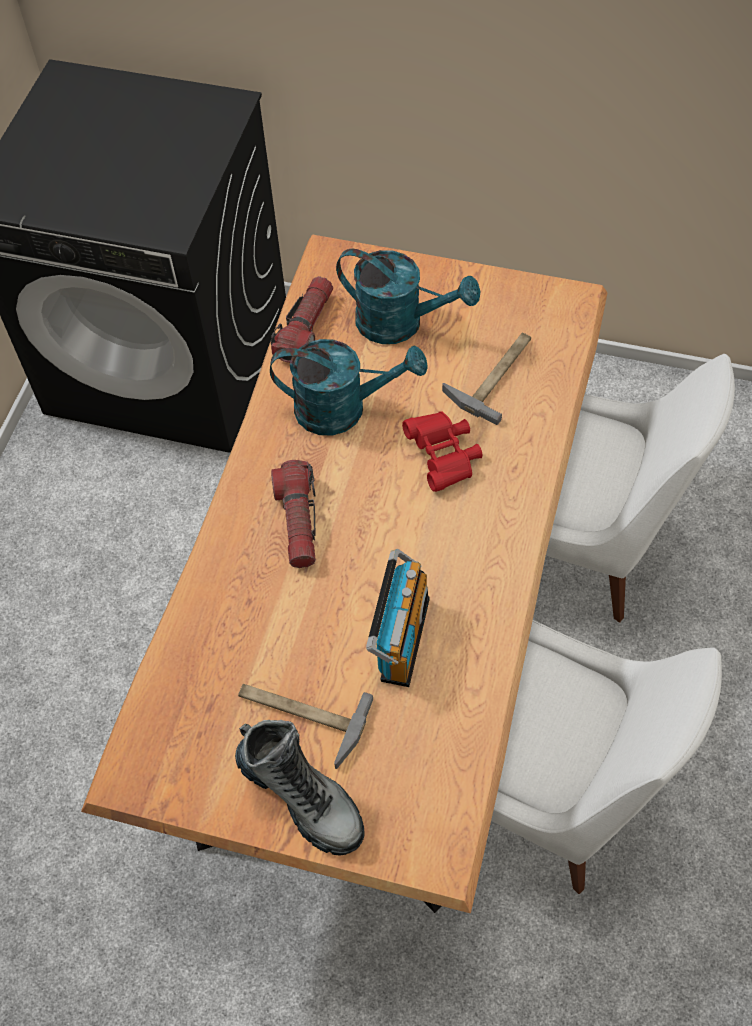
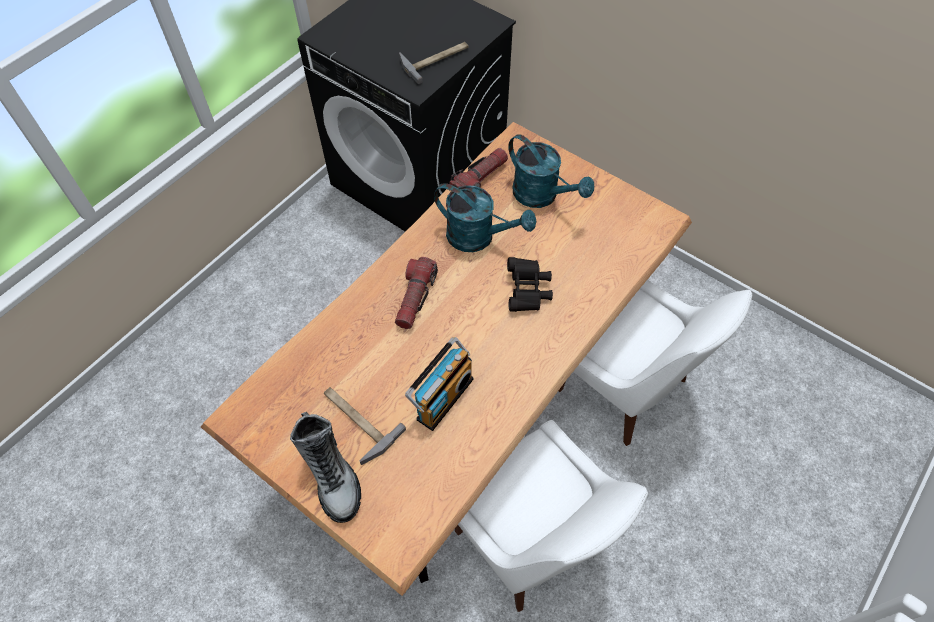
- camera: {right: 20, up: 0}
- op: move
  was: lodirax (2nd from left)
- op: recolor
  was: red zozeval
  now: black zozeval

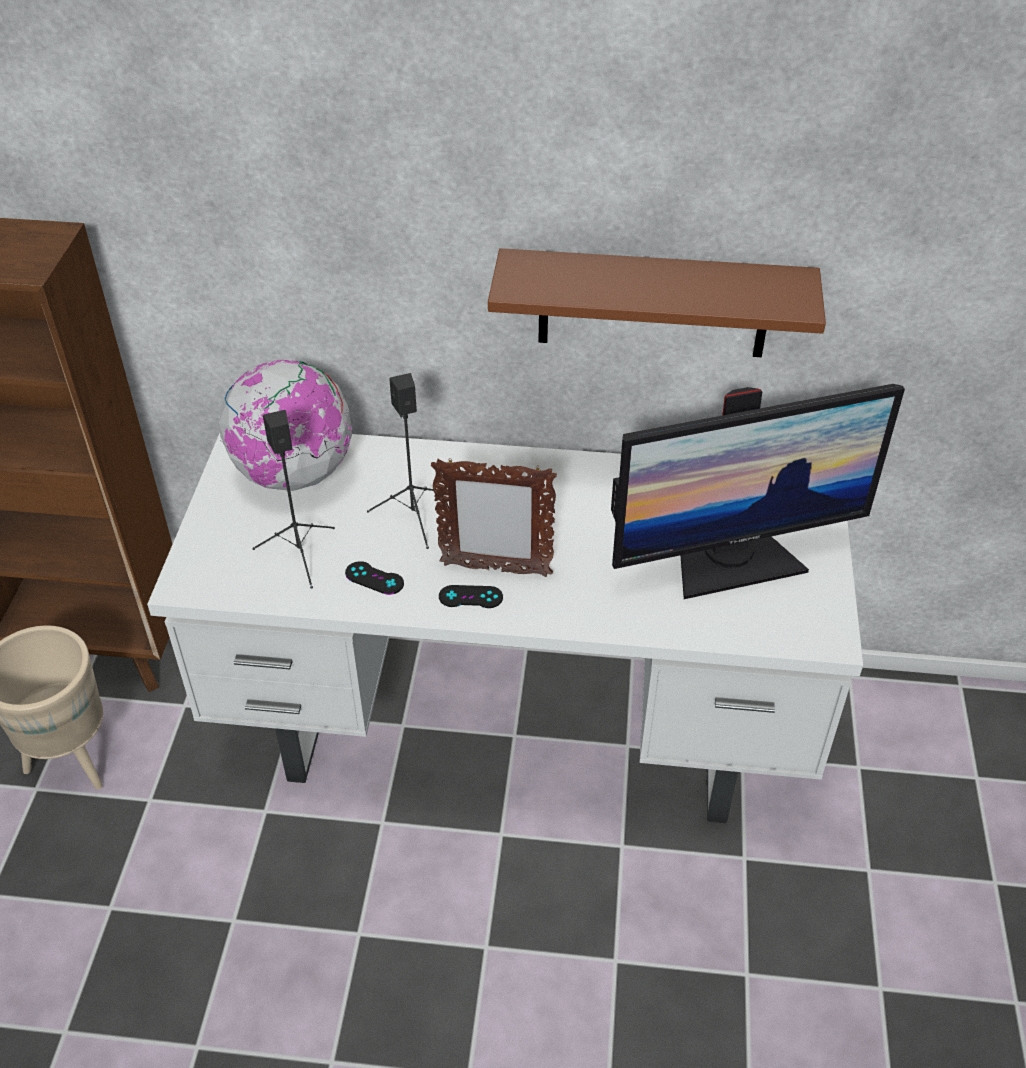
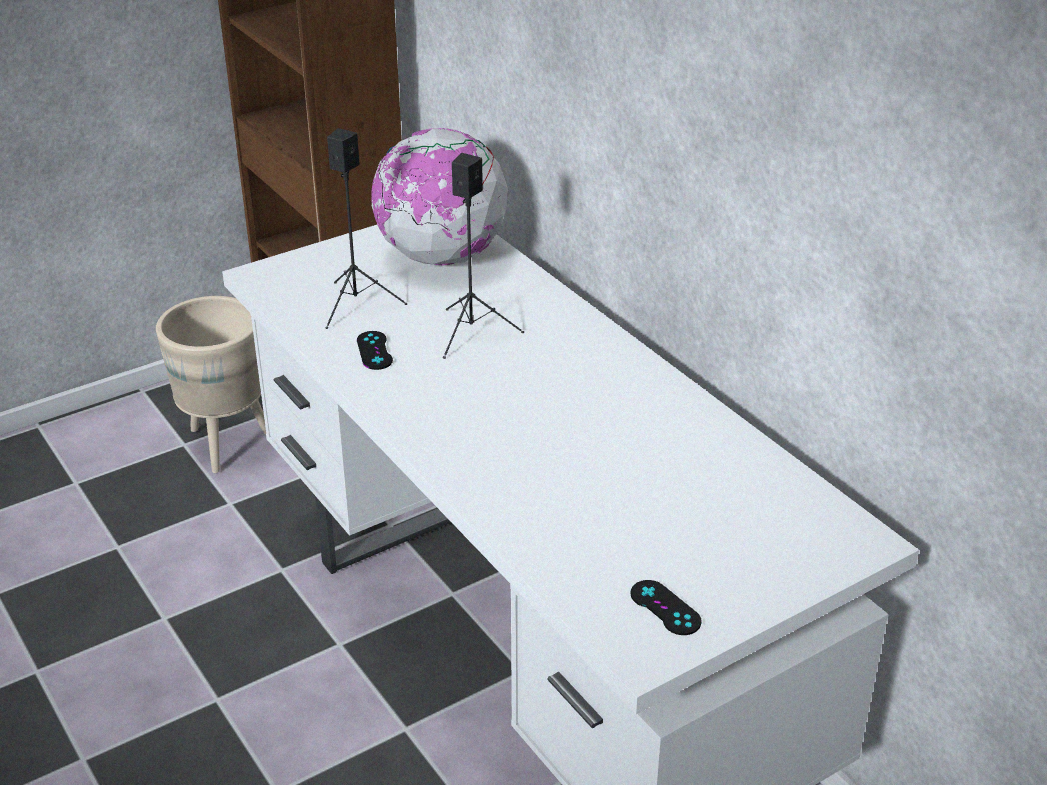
- camera: {right: 50, up: -10}
- op: delete
  was: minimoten
- op: delete
  was: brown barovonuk
- op: delete
  was: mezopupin
- op: move
  was: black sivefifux (2nd from left)

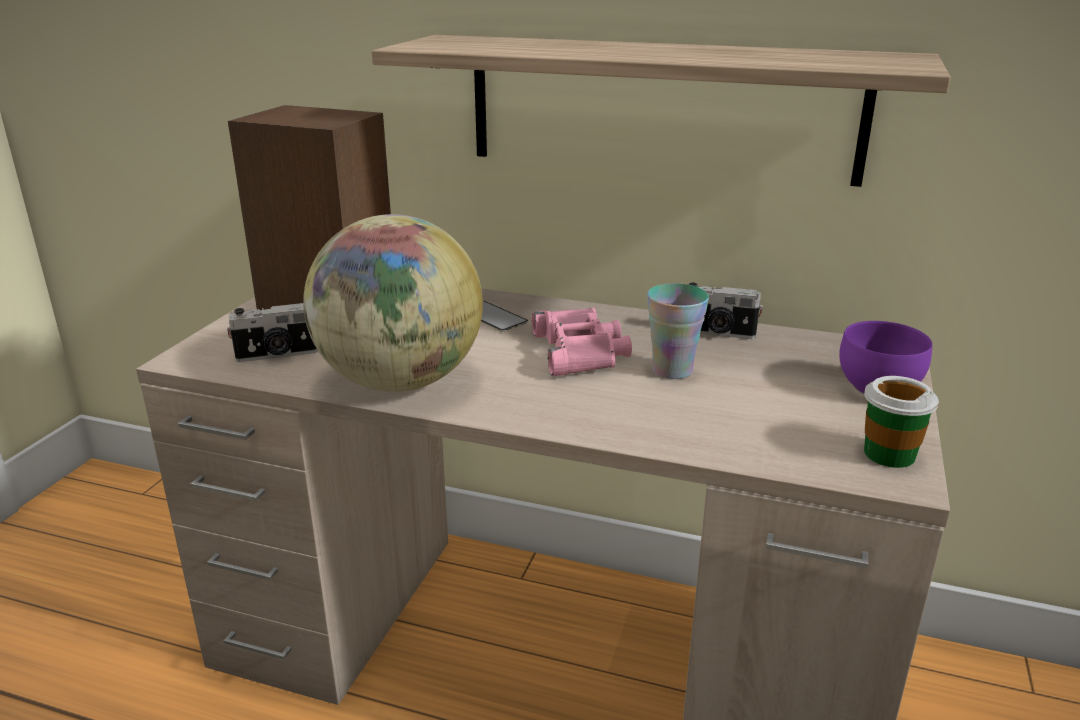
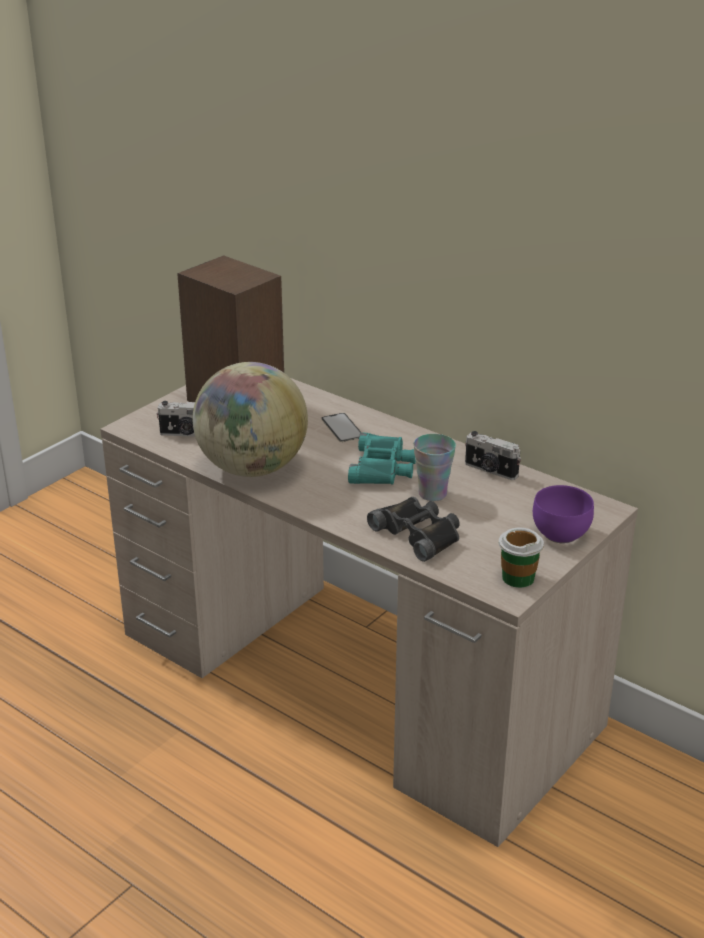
- camera: {right: 20, up: 5}
- op: delete
  was: barovonuk
- op: insert
  now: black zozeval
- op: recolor
  was: pink zozeval
  now: turquoise zozeval

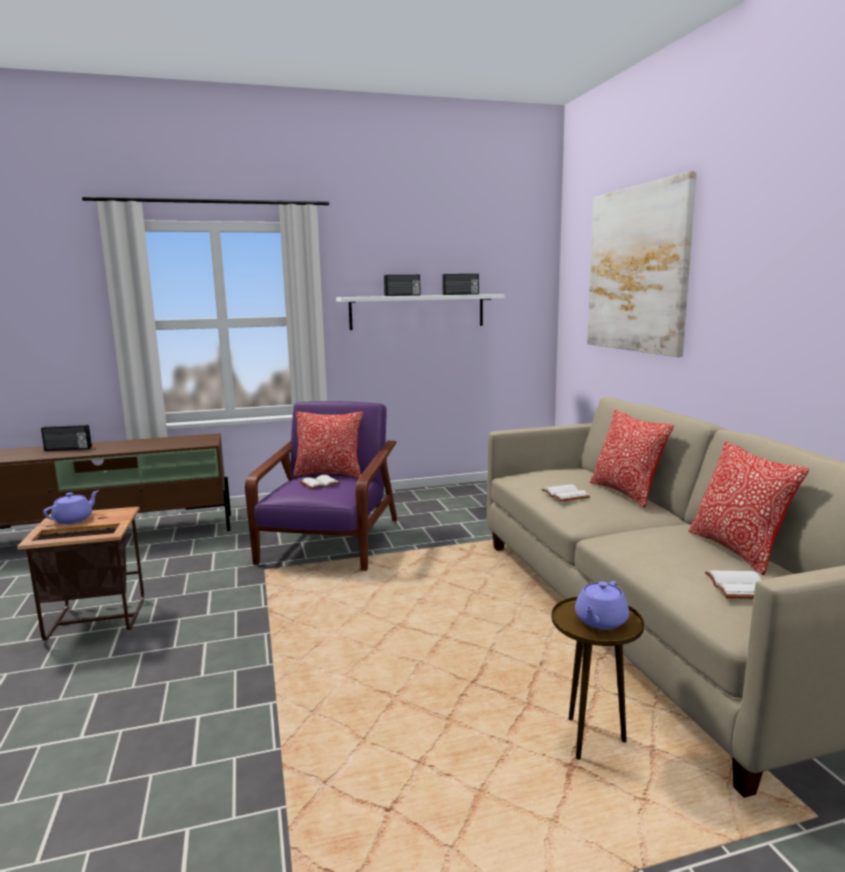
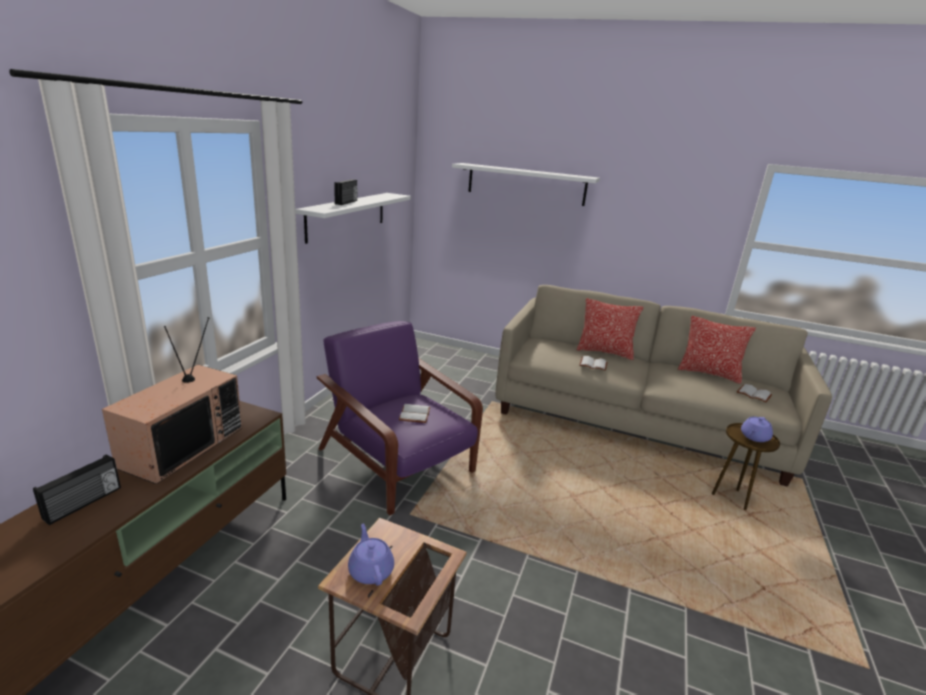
- camera: {right: -55, up: 10}
- op: delete
  was: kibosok (1st from left)
- op: delete
  was: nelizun (3rd from left)
- op: insert
  now: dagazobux
- op: replace
  was: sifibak
  now: white barovonuk (2nd from left)
- op: rotate
  was: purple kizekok (2nd from left)
  clockwise: 60

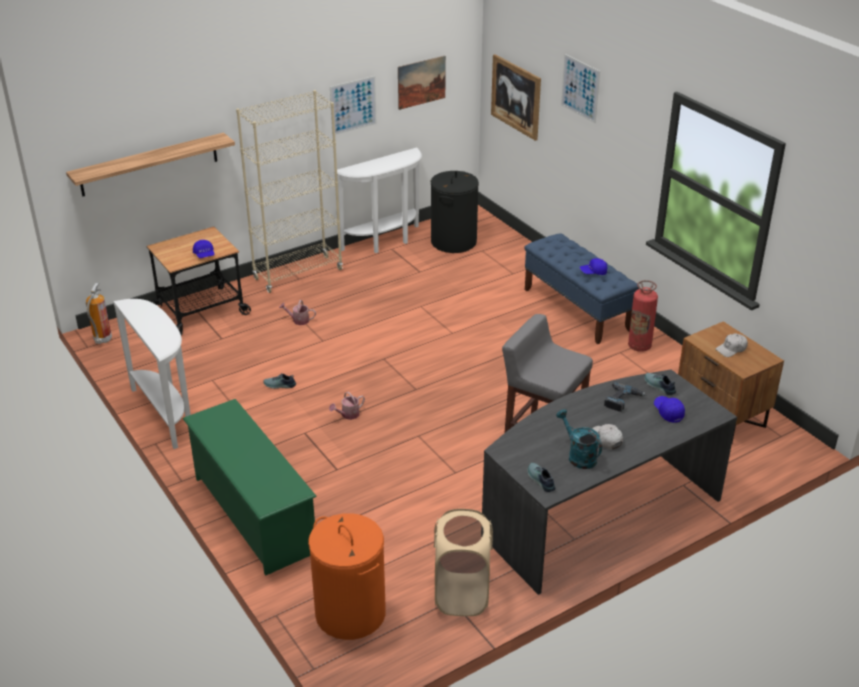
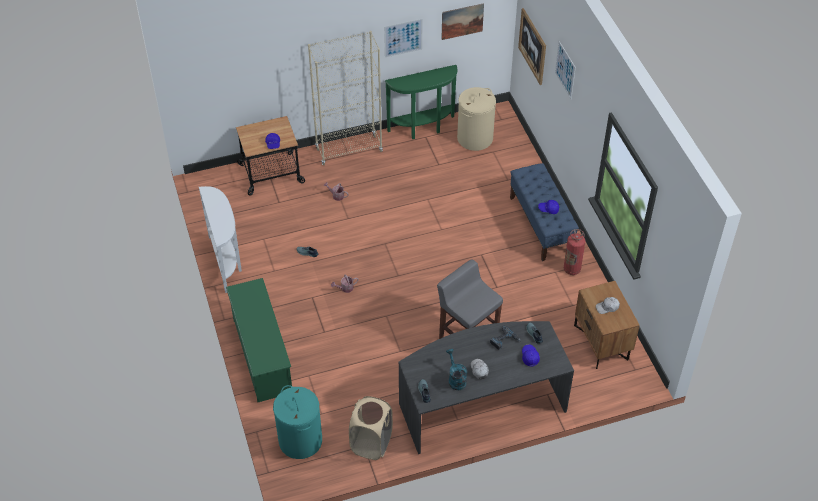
- camera: {right: 15, up: 15}
- op: delete
  was: barovonuk
- op: delete
  was: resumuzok (1st from left)
- op: recolor
  was: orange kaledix
  now: turquoise kaledix
- op: recolor
  was: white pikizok (2nd from left)
  now: green pikizok
- op: recolor
  was: black kaledix
  now: beige kaledix (2nd from left)

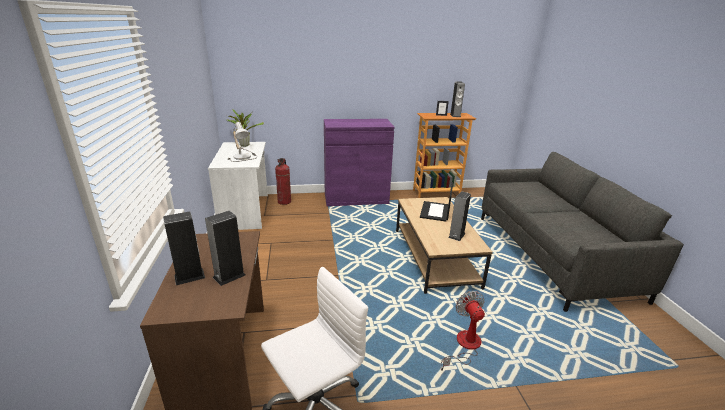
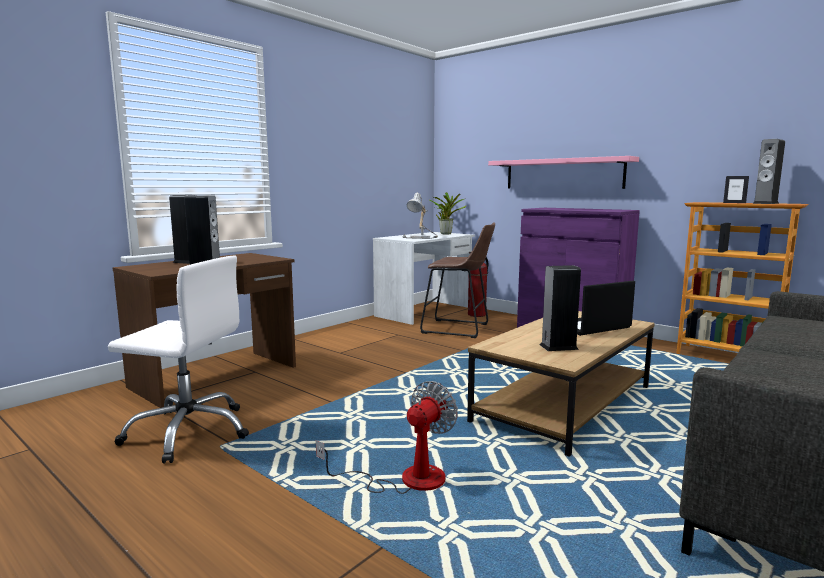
- camera: {right: 50, up: -15}
- op: insert
  now: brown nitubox
- op: insert
  now: pink barovonuk

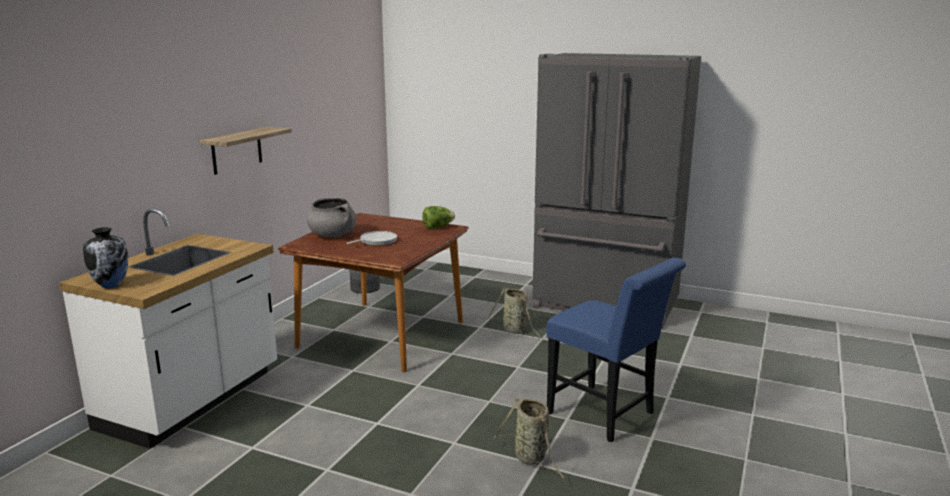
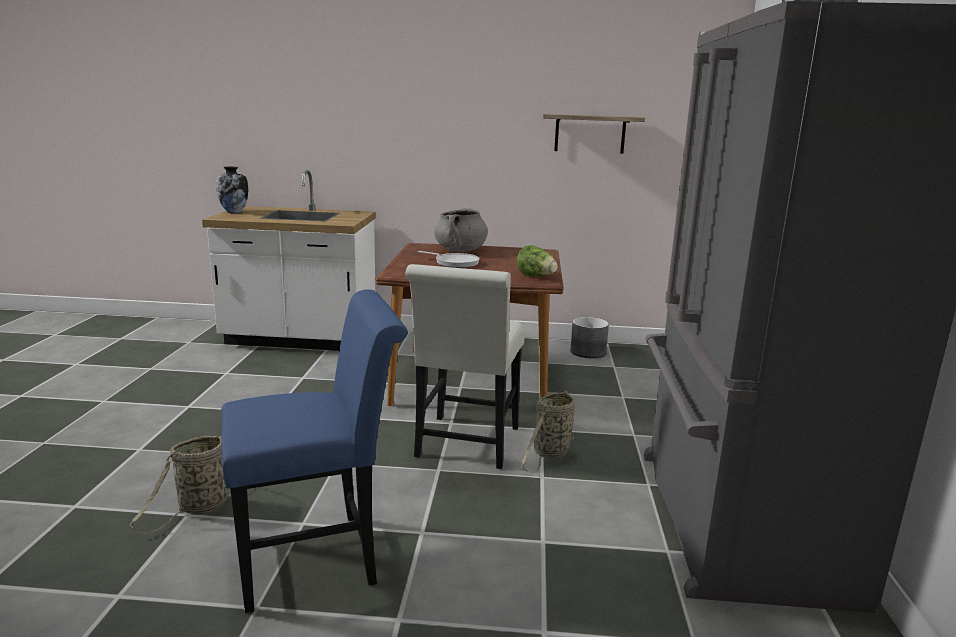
- camera: {right: 70, up: 0}
- op: insert
  now: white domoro
- op: move
  was: barovonuk
- op: rotate
  was: blue domoro
  clockwise: -135

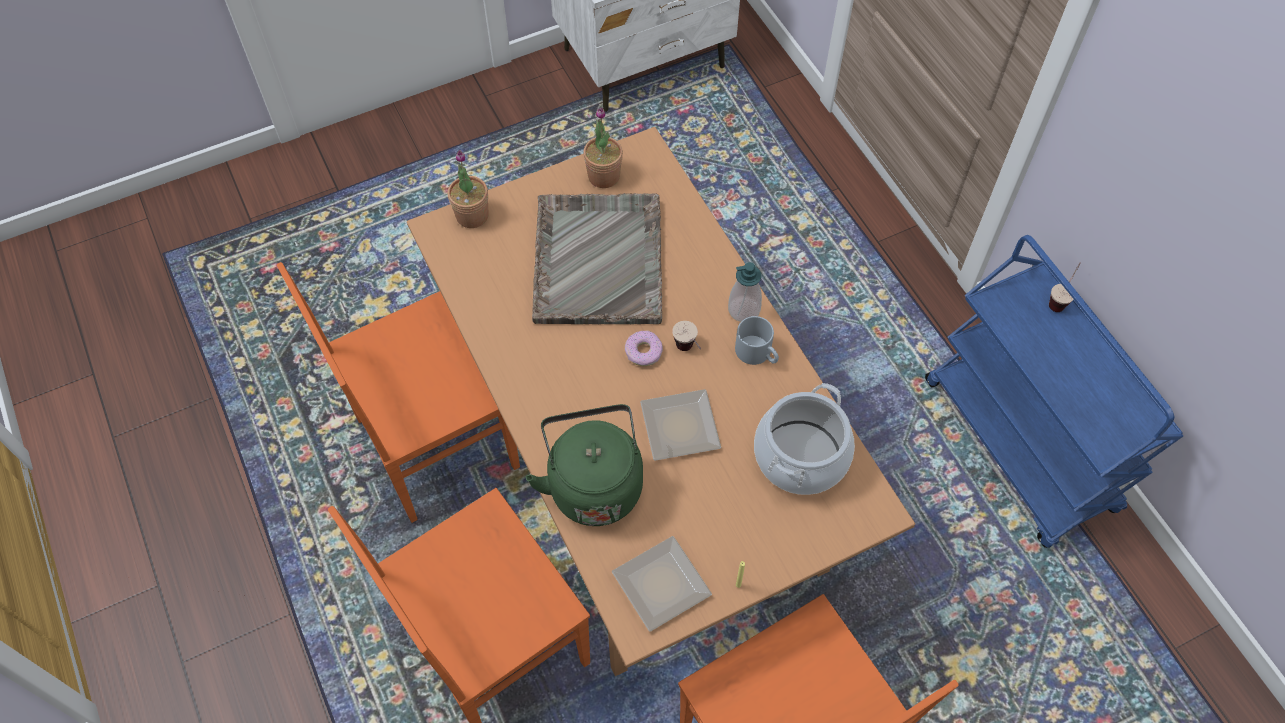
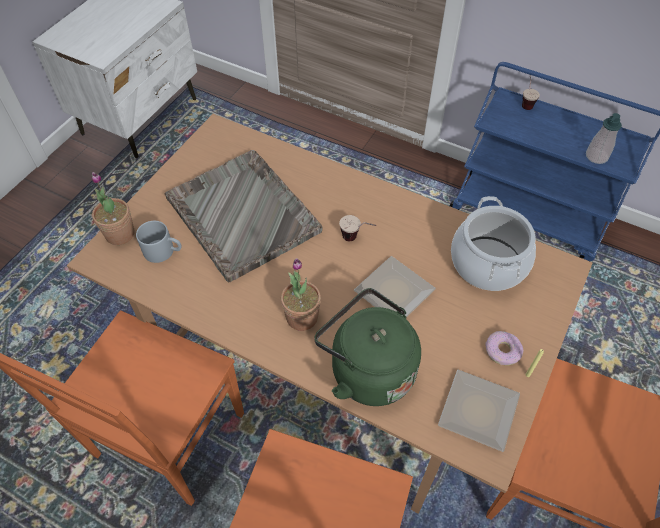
- camera: {right: -35, up: -5}
- op: move
  was: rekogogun (2nd from left)
- op: move
  was: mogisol
- op: move
  was: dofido
- op: move
  was: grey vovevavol

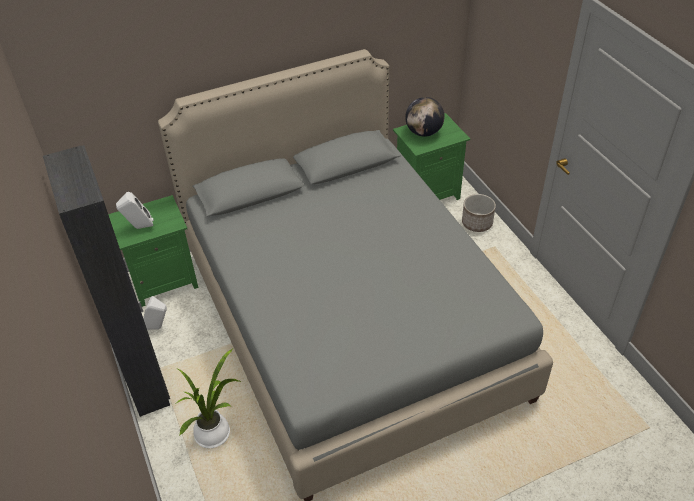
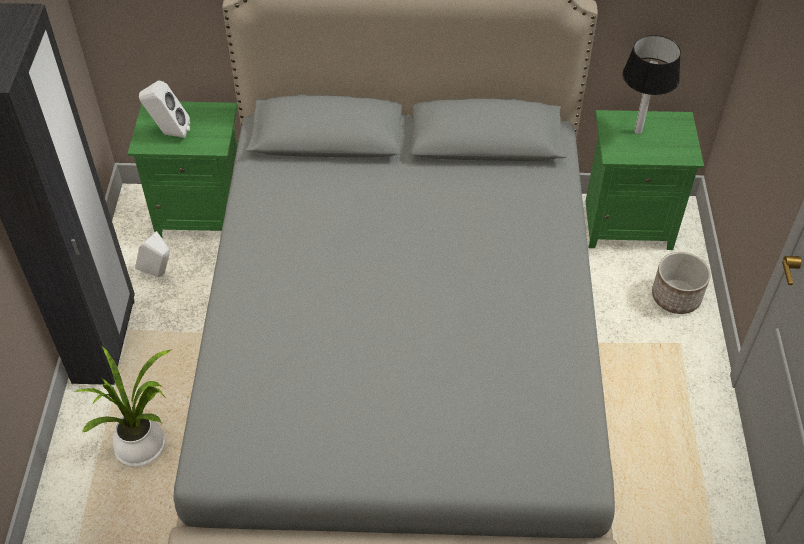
- camera: {right: 25, up: 5}
- op: replace
  was: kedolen
  now: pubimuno

